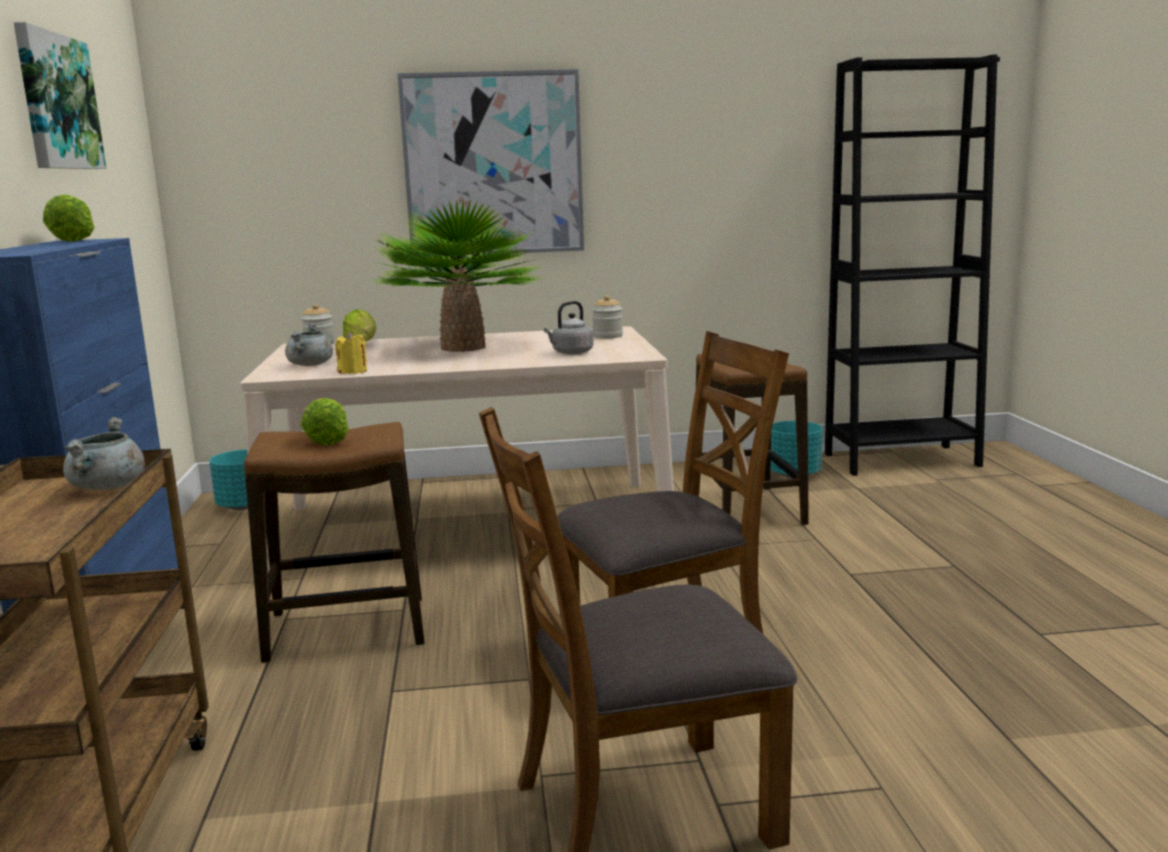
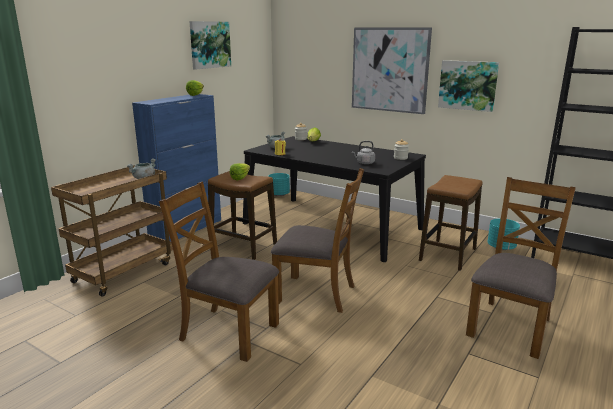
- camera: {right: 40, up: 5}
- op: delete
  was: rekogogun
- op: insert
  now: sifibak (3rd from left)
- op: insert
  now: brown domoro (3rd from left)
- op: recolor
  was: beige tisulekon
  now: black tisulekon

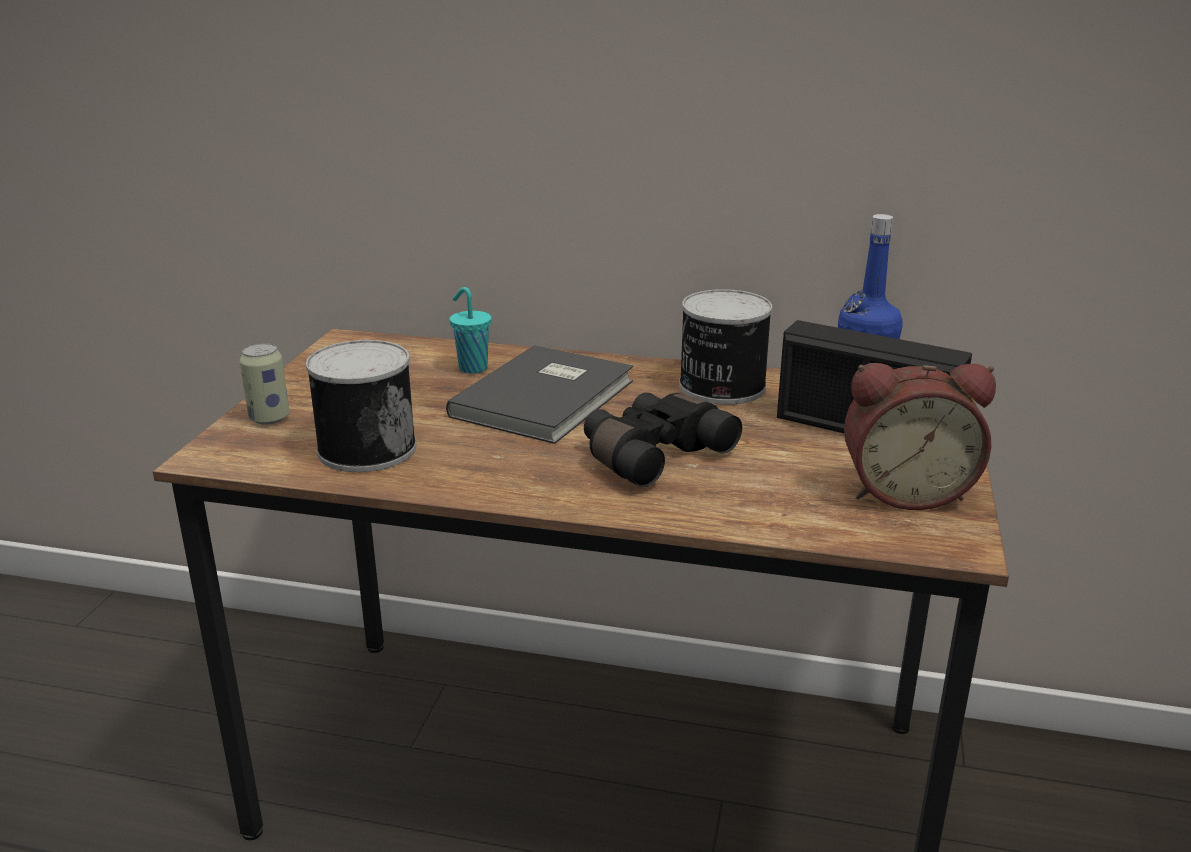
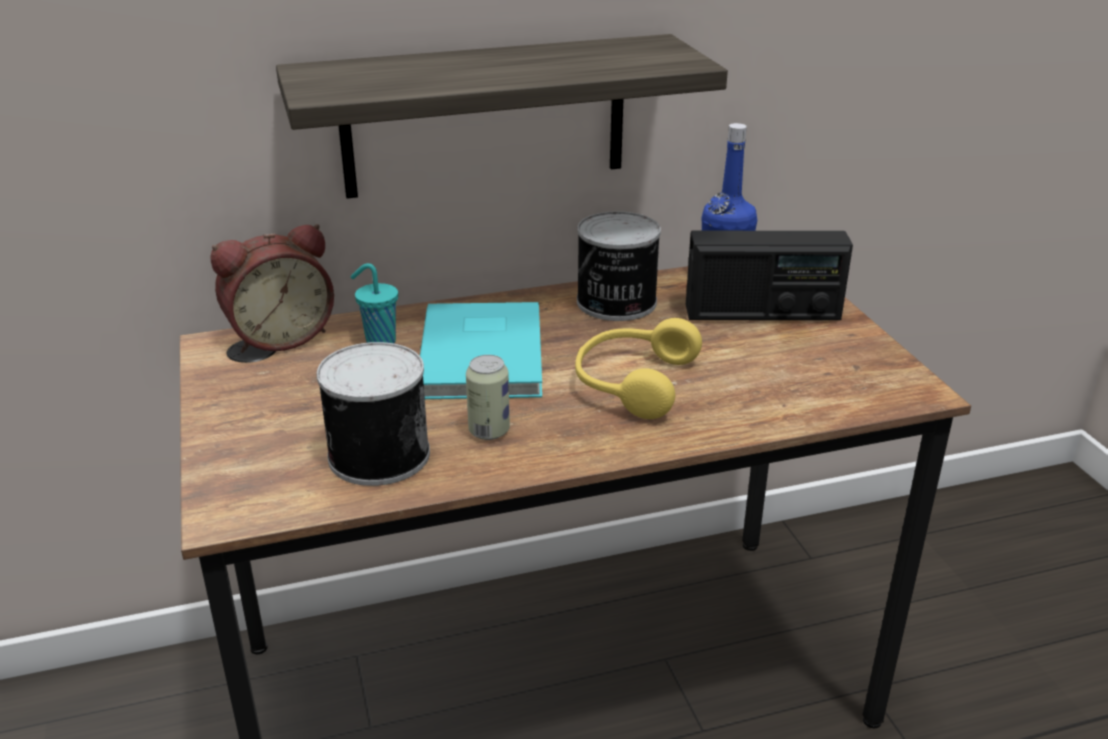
- camera: {right: -30, up: 5}
- op: insert
  now: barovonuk
- op: move
  was: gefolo (1st from left in the first image)
  now: gefolo (2nd from left)
- op: move
  was: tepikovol
- op: replace
  was: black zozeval
  now: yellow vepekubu
- op: recolor
  was: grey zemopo
  now: turquoise zemopo

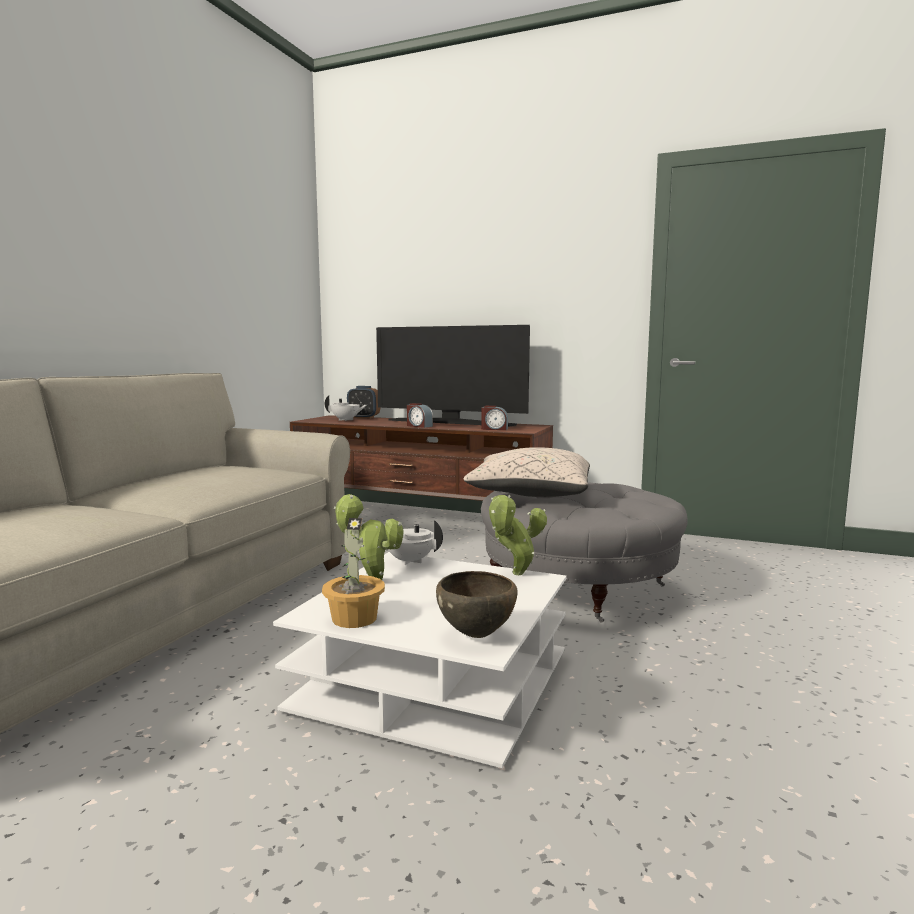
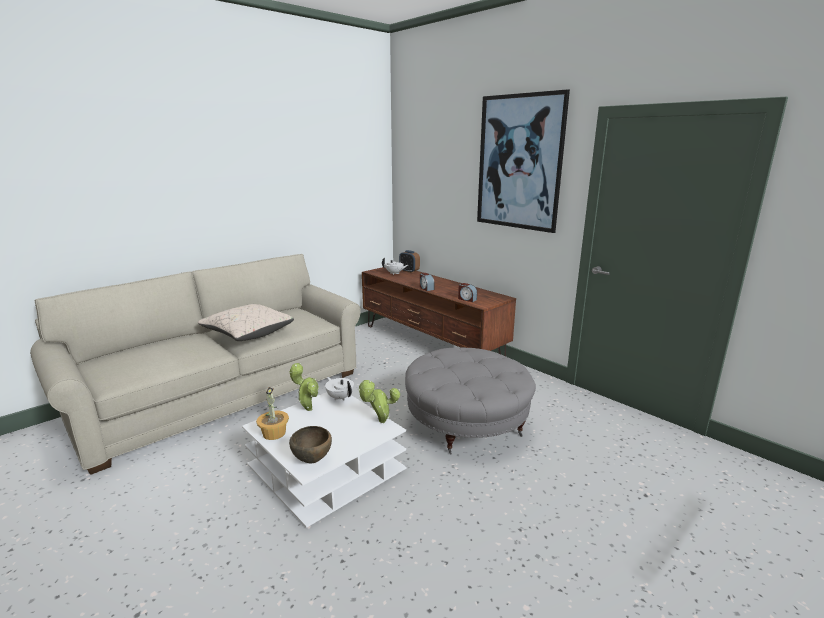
- camera: {right: 25, up: 10}
- op: delete
  was: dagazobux
- op: insert
  now: sifibak
- op: move
  was: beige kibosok

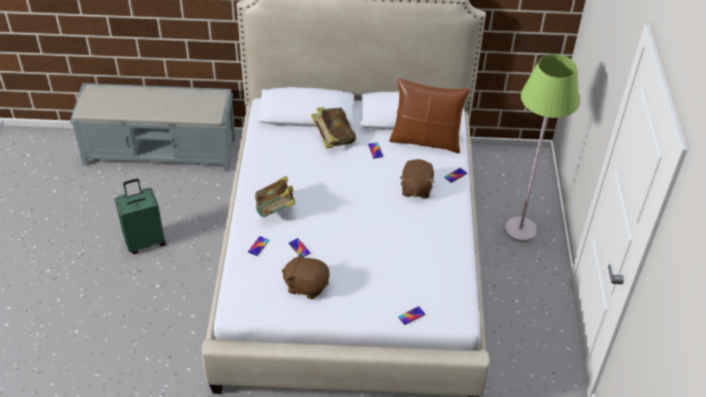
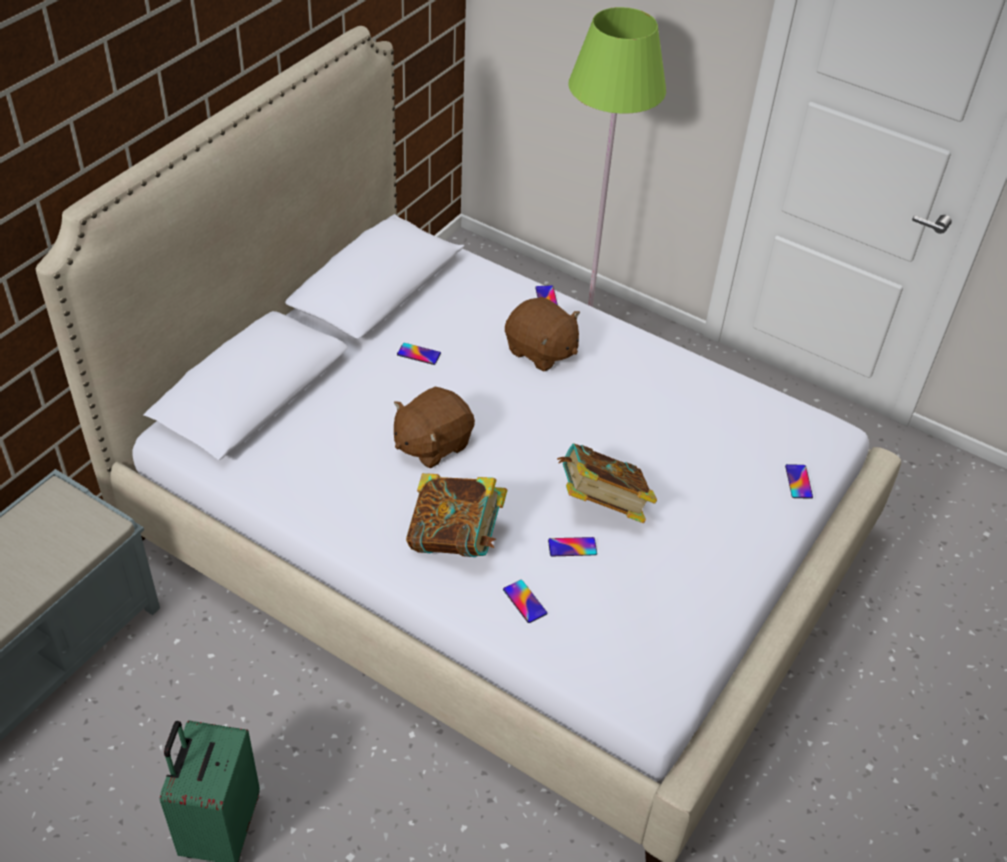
- camera: {right: -60, up: 0}
- op: delete
  was: brown kibosok
- op: move
  was: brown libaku (1st from left)
- op: move
  was: zemopo (2nd from left)

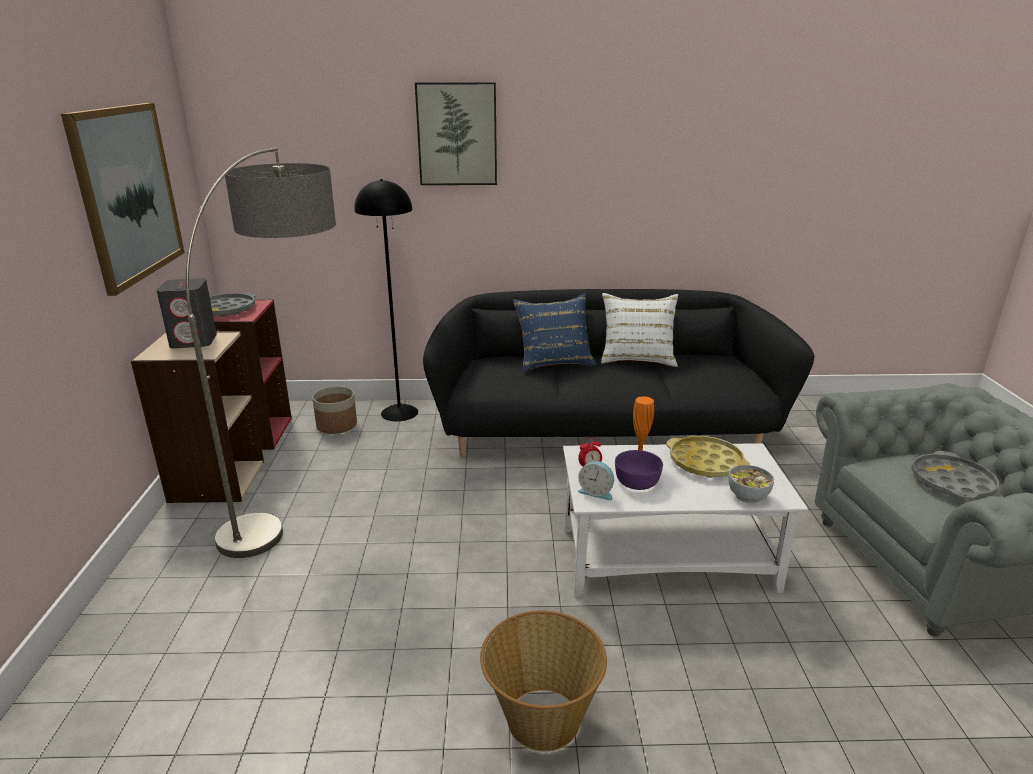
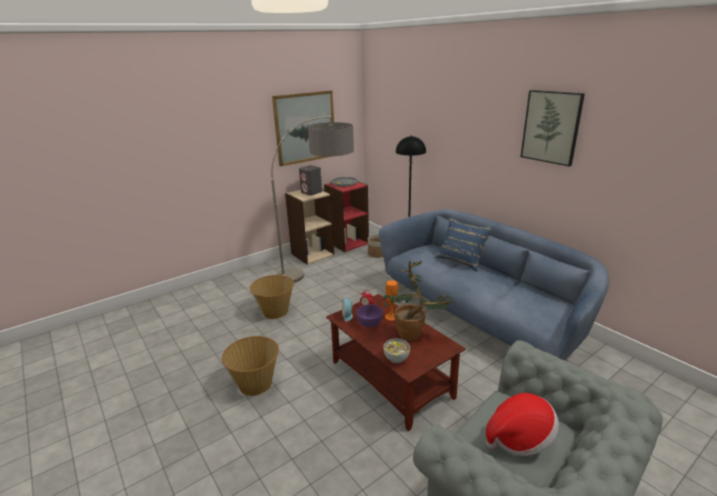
- camera: {right: 55, up: 0}
- op: delete
  was: white kibosok
- op: insert
  now: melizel (2nd from left)
- op: move
  was: sifibak (2nd from left)
- op: replace
  was: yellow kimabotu
  now: rekogogun
- op: replace
  was: grey kimabotu (2nd from left)
  now: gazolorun
- op: recolor
  was: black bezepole
  now: blue bezepole
- op: recolor
  was: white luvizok
  now: brown luvizok

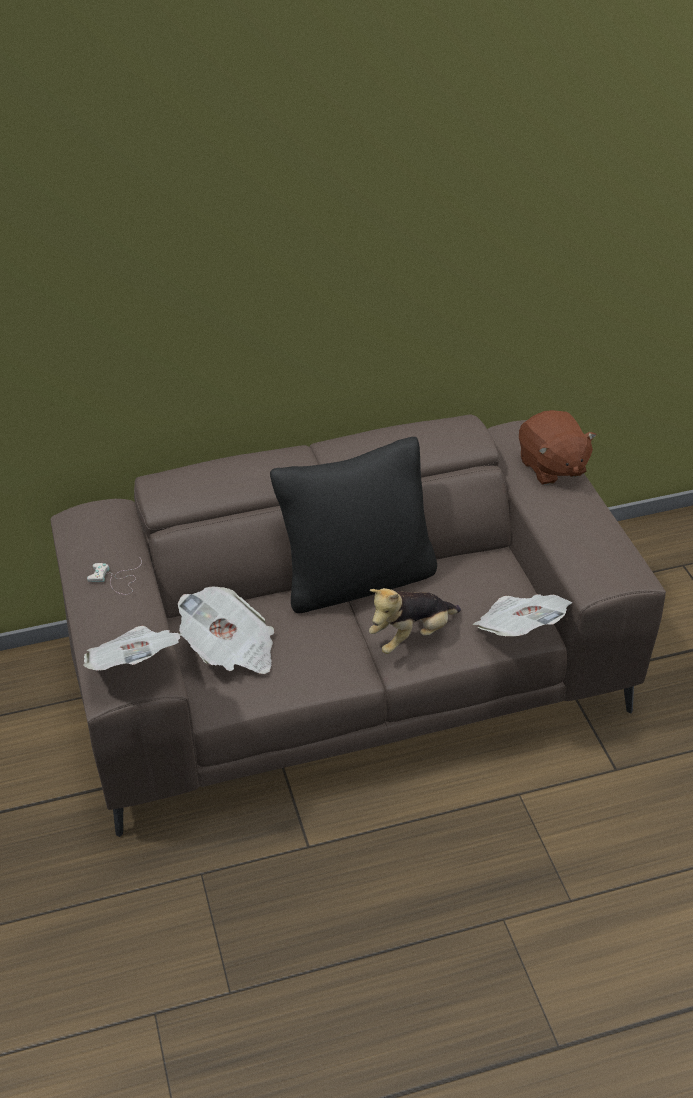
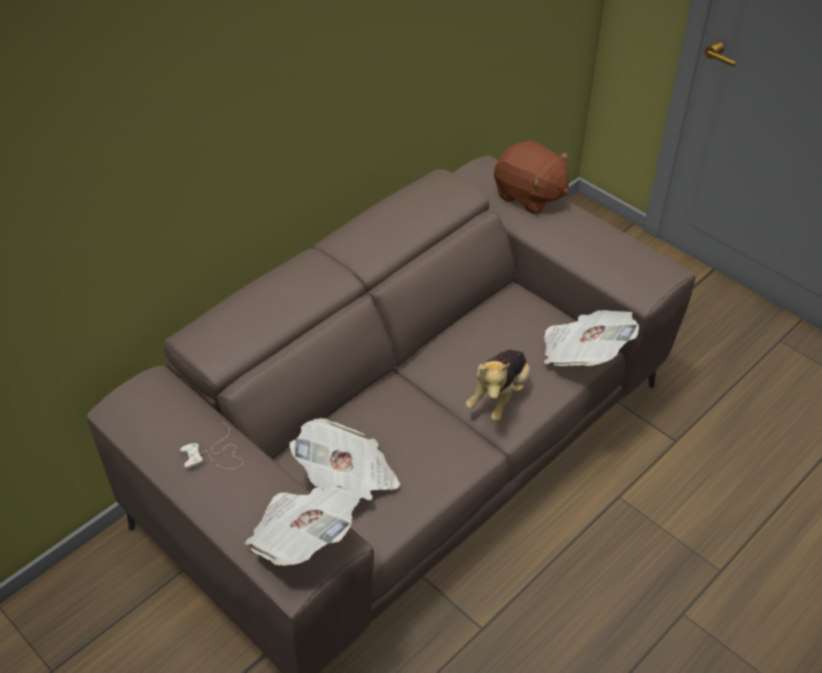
- camera: {right: -30, up: 5}
- op: delete
  was: black kibosok

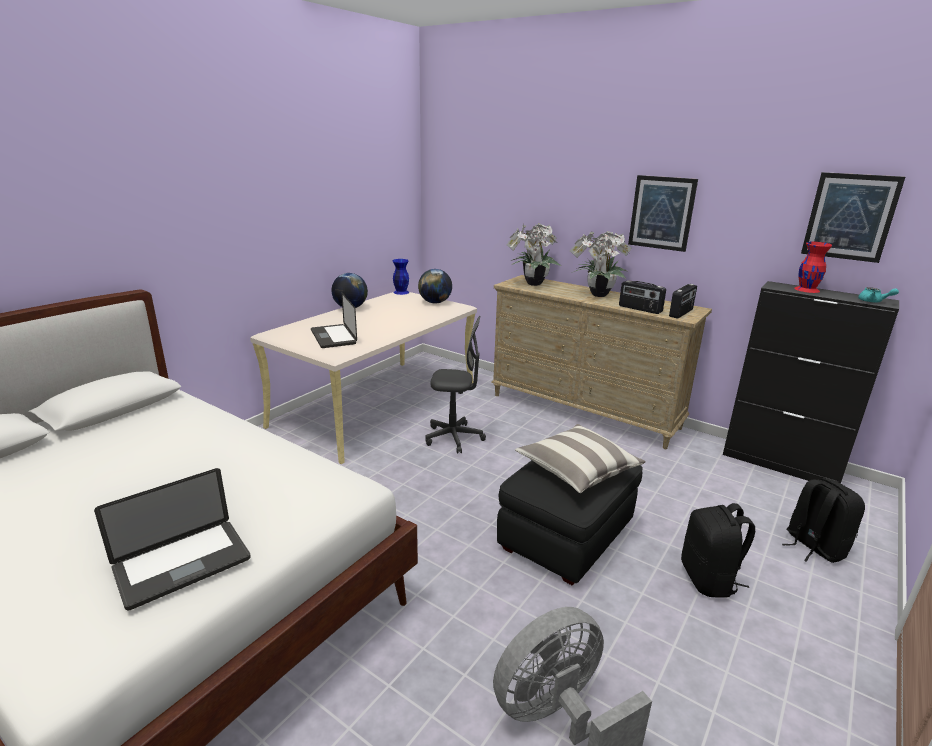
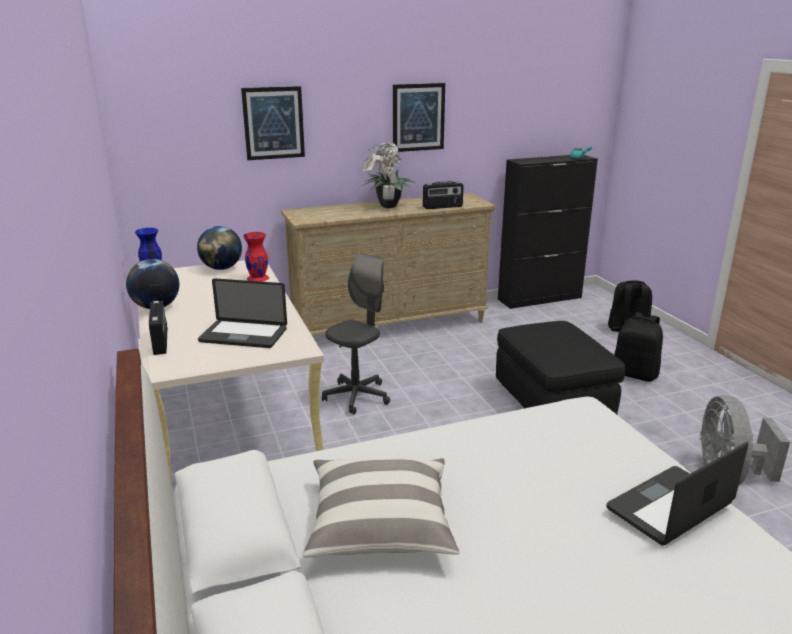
- camera: {right: -55, up: 0}
- op: delete
  was: rekogogun (1st from left)
- op: move
  was: kibosok
- op: move
  was: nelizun (2nd from left in the first image)
  now: nelizun (1st from left)
- op: move
  was: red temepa
- op: move
  was: sifibak (2nd from left in the first image)
  now: sifibak (1st from left)
- op: rotate
  was: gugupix (1st from left in the first image)
  clockwise: -120

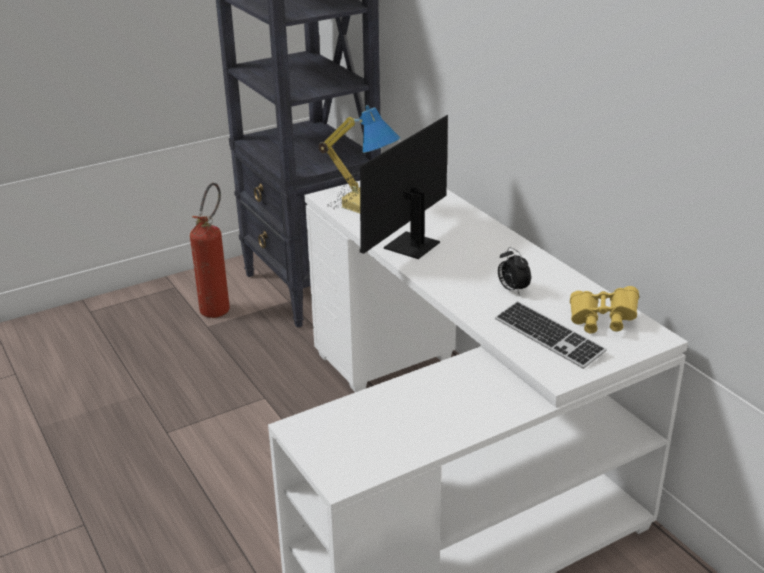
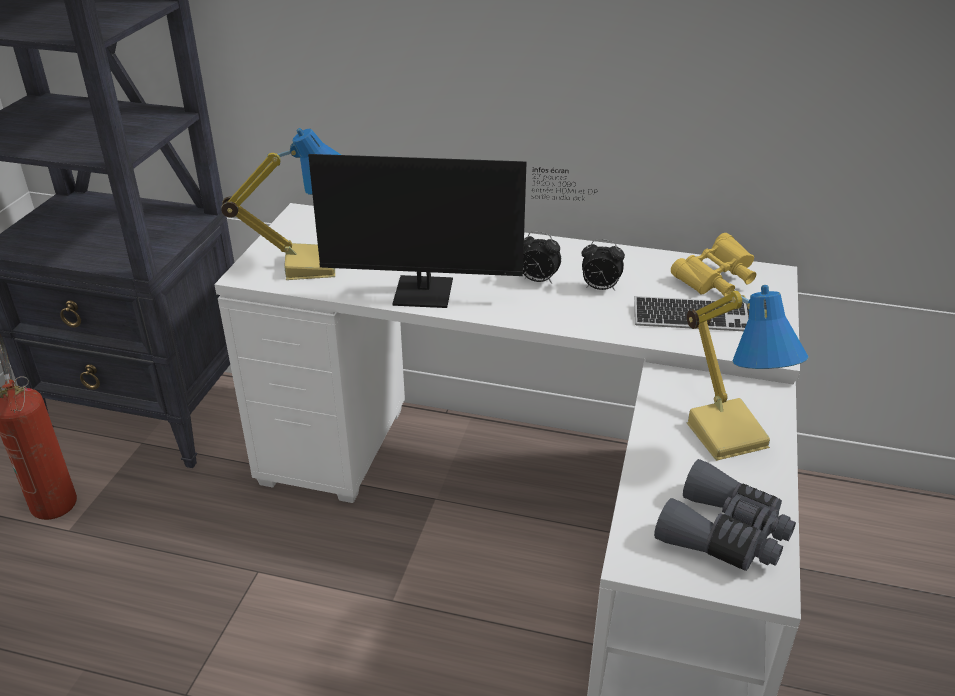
- camera: {right: -45, up: 5}
- op: insert
  now: tepikovol (1st from left)
- op: insert
  now: grey zozeval
- op: insert
  now: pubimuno (2nd from left)
- op: rotate
  was: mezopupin
  clockwise: -75

